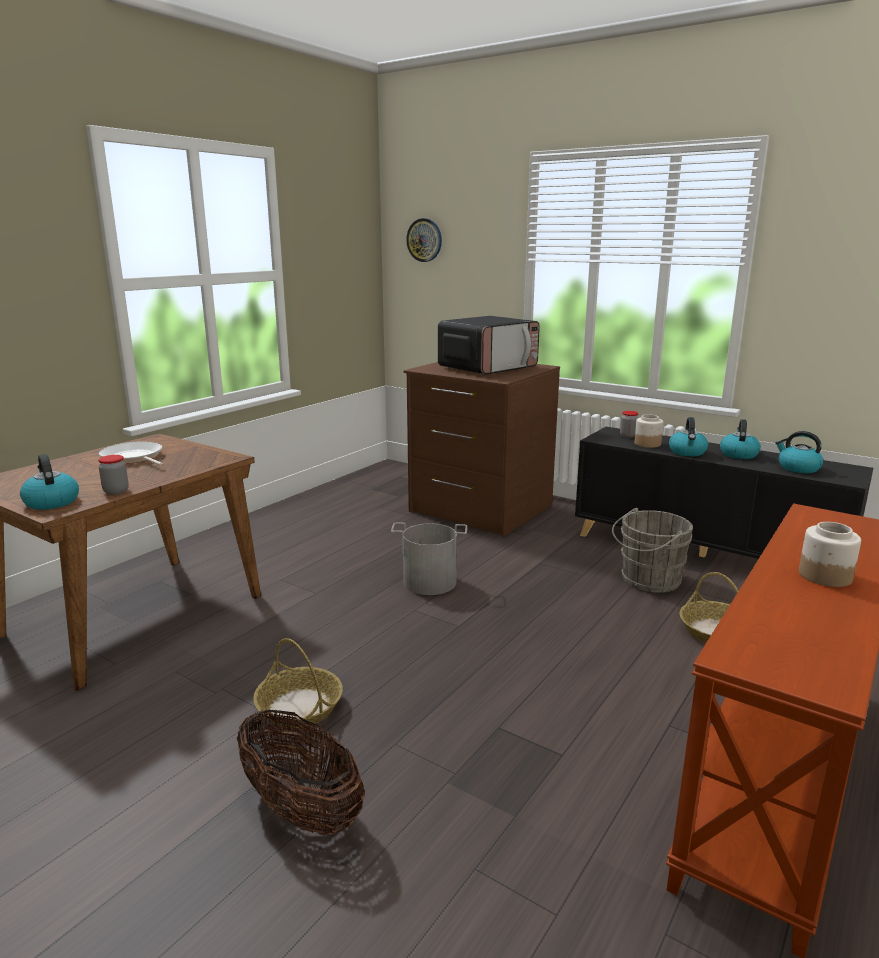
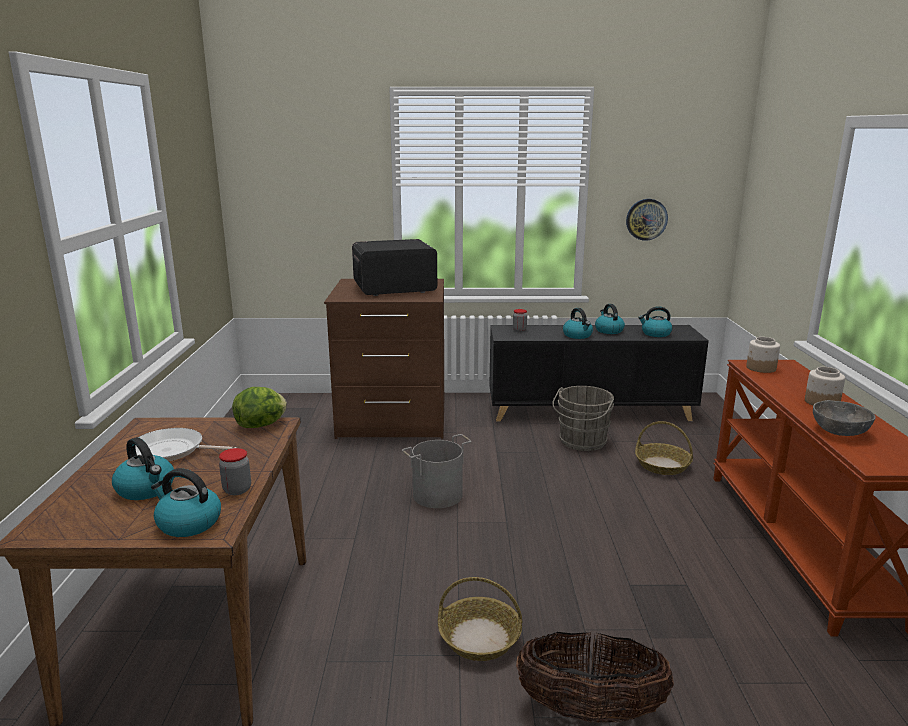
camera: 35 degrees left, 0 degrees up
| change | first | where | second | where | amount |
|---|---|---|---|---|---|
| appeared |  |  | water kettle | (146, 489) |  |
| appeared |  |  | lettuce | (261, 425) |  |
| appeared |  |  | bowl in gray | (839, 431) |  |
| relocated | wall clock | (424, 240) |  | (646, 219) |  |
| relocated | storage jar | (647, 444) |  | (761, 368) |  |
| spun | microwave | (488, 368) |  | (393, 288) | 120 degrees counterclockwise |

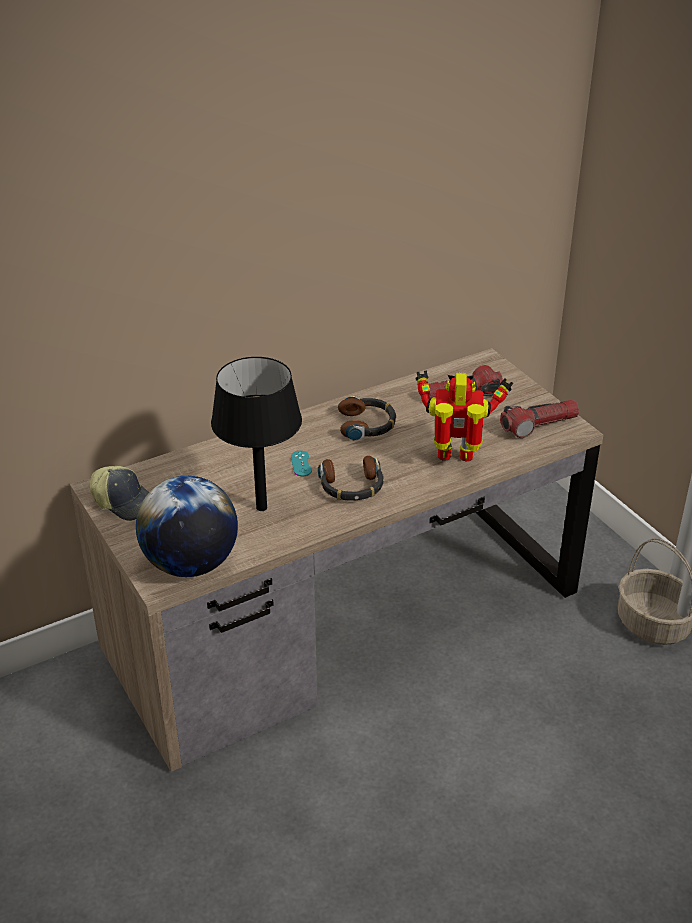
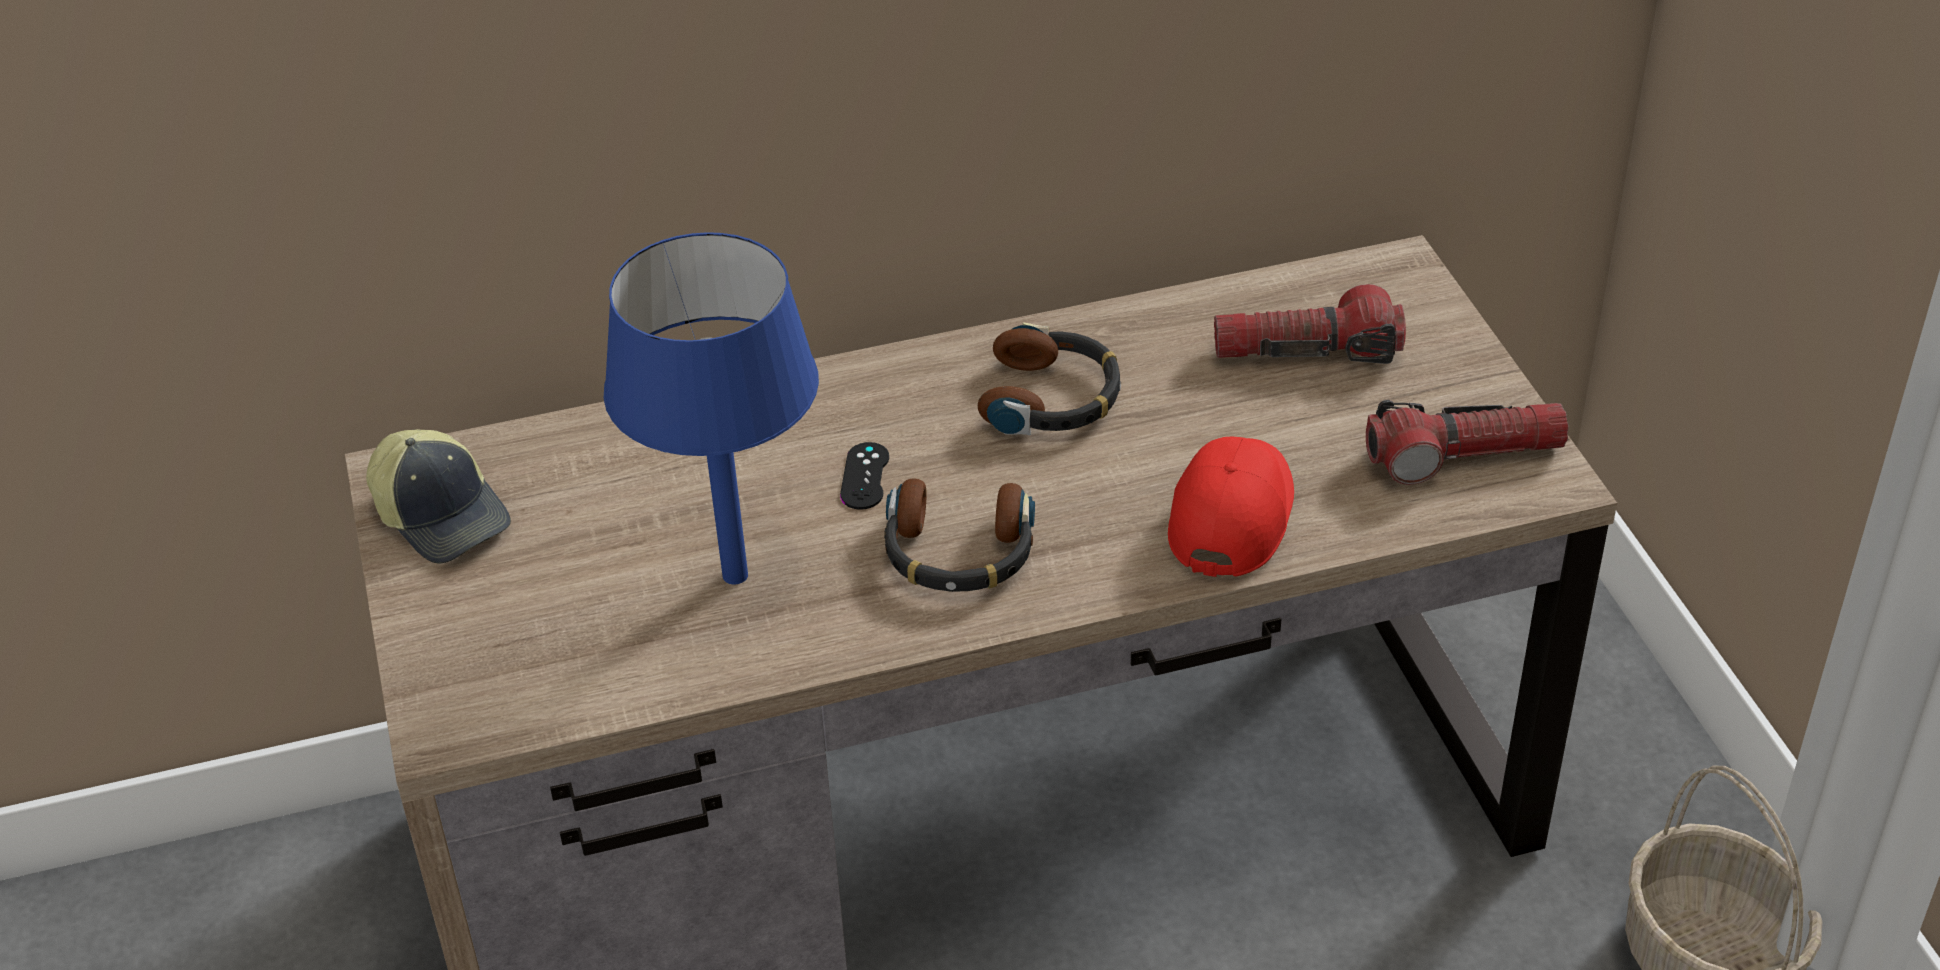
camera: 15 degrees right, 5 degrees up
| change | first | where | second | where | amount |
|---|---|---|---|---|---|
| missing | desk globe | (191, 564) |  |  |  |
| exchanged | model robot | (456, 458) | baseball cap in reddish | (1231, 514) |  |
| colour | tabletop lamp in blackish | (261, 508) | tabletop lamp in blue | (735, 576) |  |
| colour | gamepad in blue-green | (301, 463) | gamepad in blackish | (865, 476) |  |

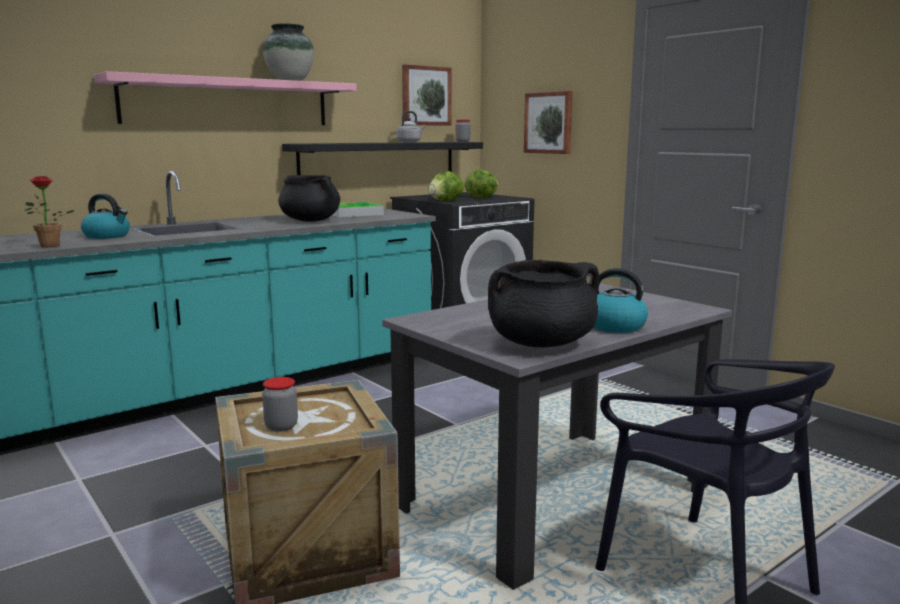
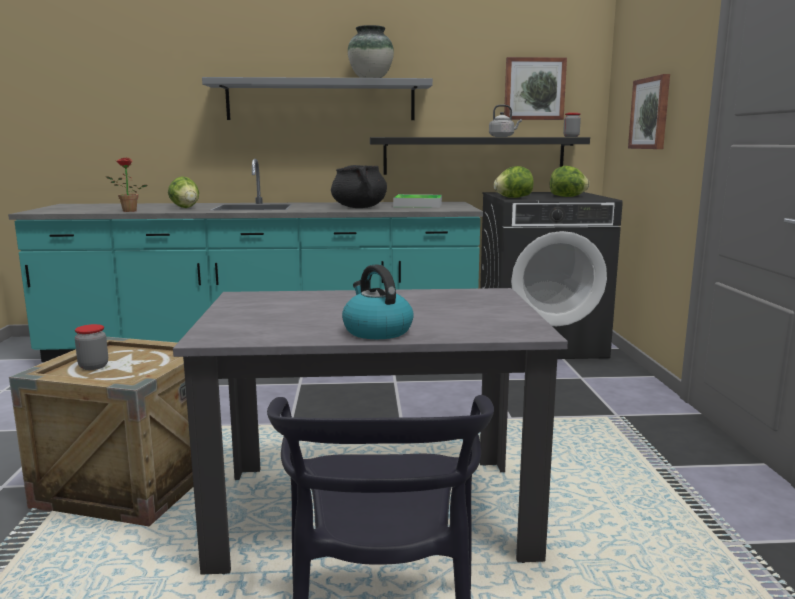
camera: 35 degrees right, 0 degrees up
| change | first | where | second | where | amount |
|---|---|---|---|---|---|
| missing | saucepot in blackish | (541, 343) |  |  |  |
| exchanged | water kettle | (107, 236) | lettuce | (185, 208) |  |
| colour | shelf in pink | (228, 102) | shelf in gray | (321, 100) |  |

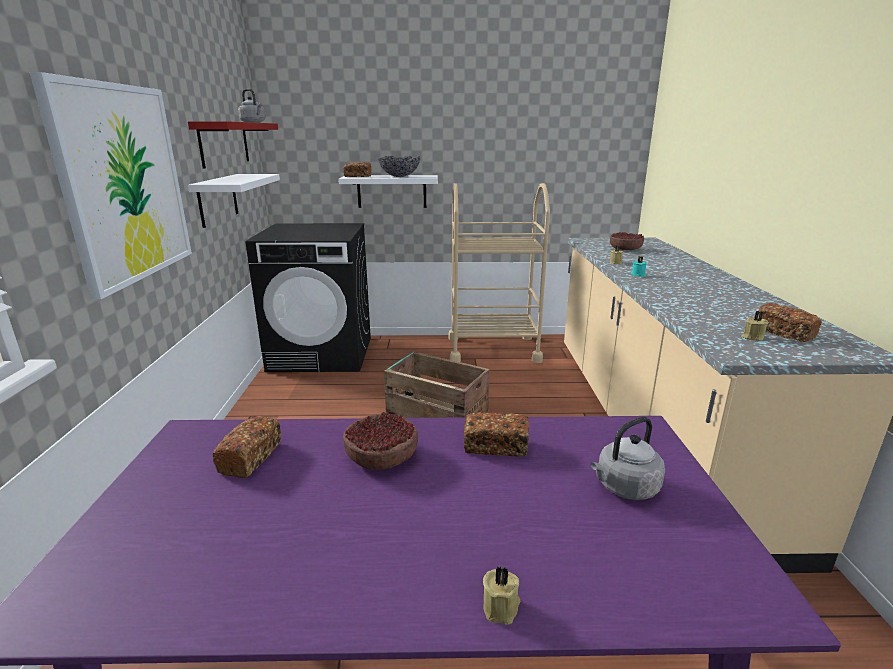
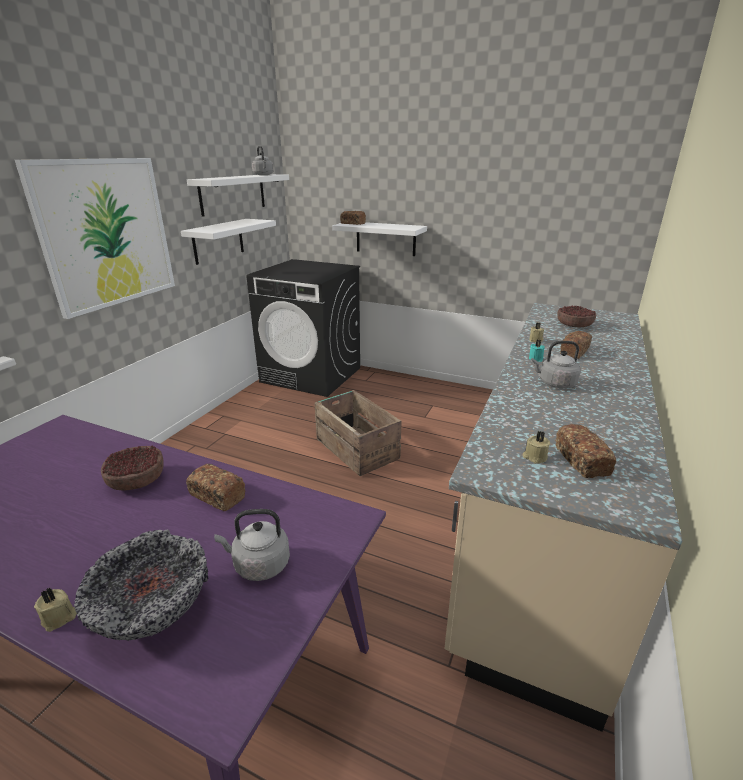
camera: 25 degrees right, 5 degrees up
| change | first | where | second | where | amount |
|---|---|---|---|---|---|
| missing | cart in beige | (493, 349) |  |  |  |
| appeared |  |  | water kettle in gray | (555, 383) |  |
| relocated | baked bread | (250, 457) |  | (574, 352) |  |
| relocated | bowl | (399, 176) |  | (152, 611) |  |
| colour | shelf in reddish | (224, 143) | shelf in white | (233, 194) |  |

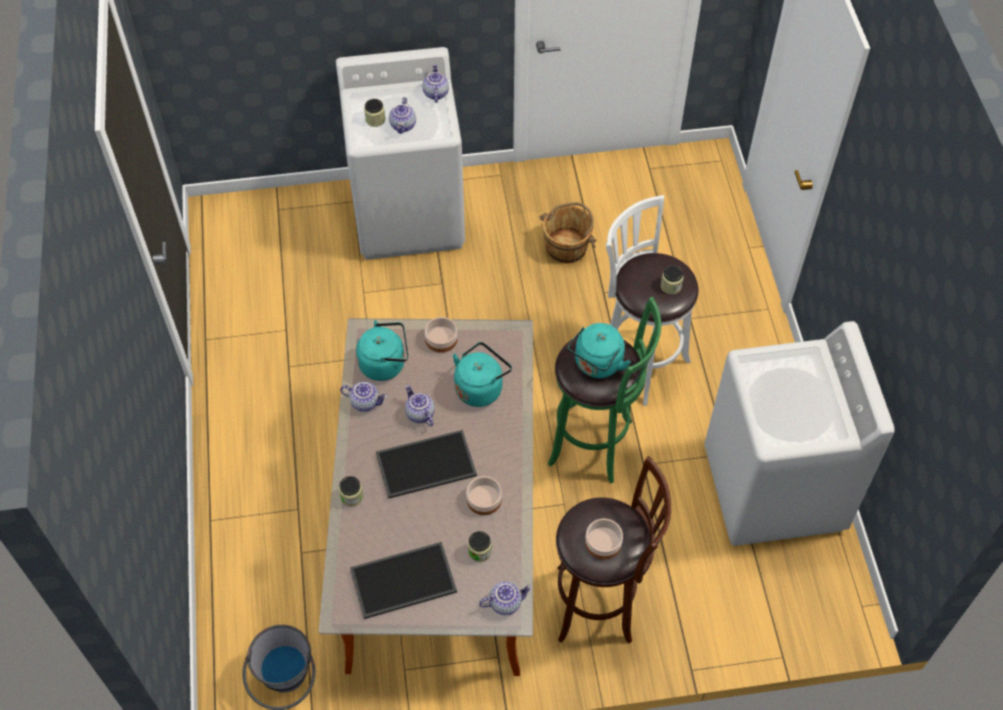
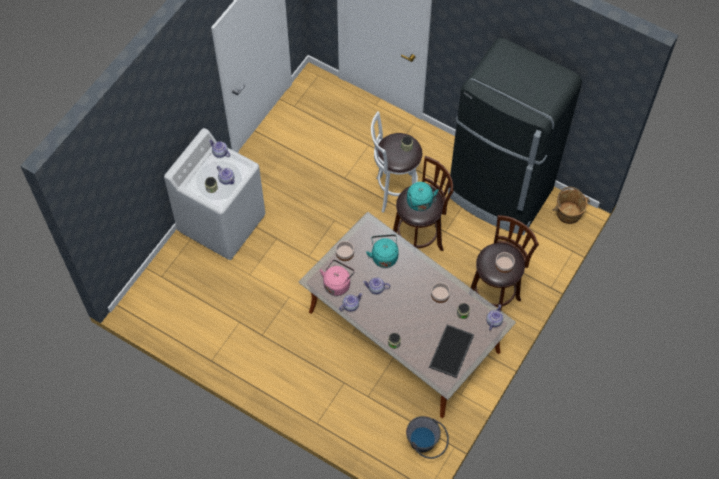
camera: 50 degrees left, 5 degrees up
| change | first | where | second | where | amount |
|---|---|---|---|---|---|
| missing | serving tray | (425, 466) |  |  |  |
| relocated | pail in brown-coloured | (567, 247) |  | (568, 212) |  |
| exchanged | laundry machine in white | (773, 489) | kitchen fridge in blackish | (500, 194) |  |
| colour | water kettle in blue-green | (385, 363) | water kettle in pink | (337, 283) |  |
| colour | stool in greenish | (595, 444) | stool in brown-coloured | (419, 241) |  |

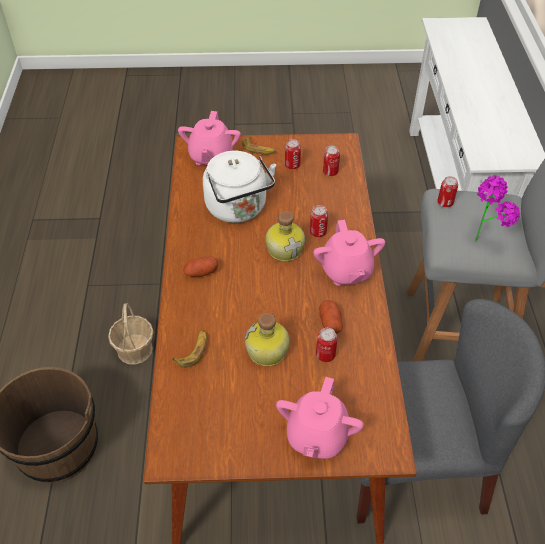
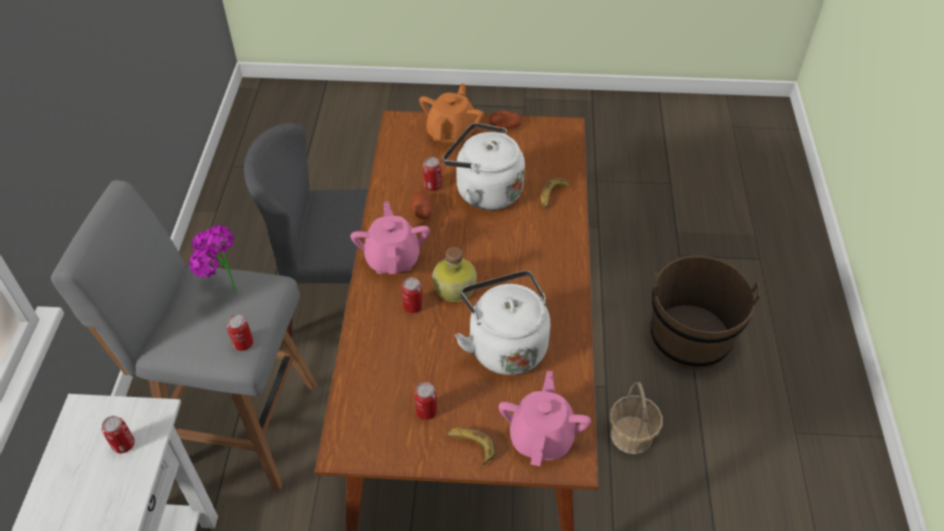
camera: 175 degrees left, 0 degrees up
| change | first | where | second | where | amount |
|---|---|---|---|---|---|
| relocated | whole potato | (201, 272) |  | (505, 126) |  |
| relocated | sealed can | (330, 172) |  | (124, 444) |  |
| exchanged | bottle | (267, 352) | water kettle in white | (484, 191) |  |
| colour | tea pot in pink | (317, 436) | tea pot in orange | (452, 133) |  |

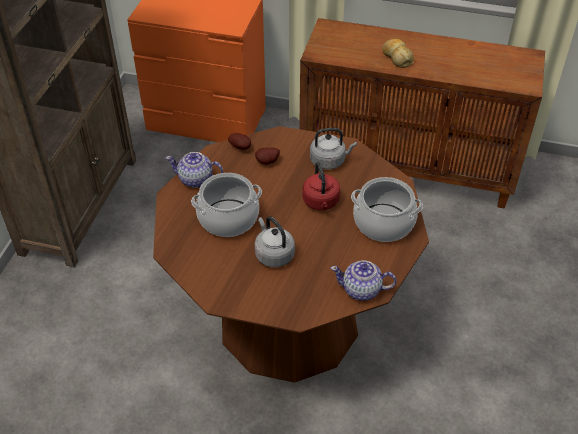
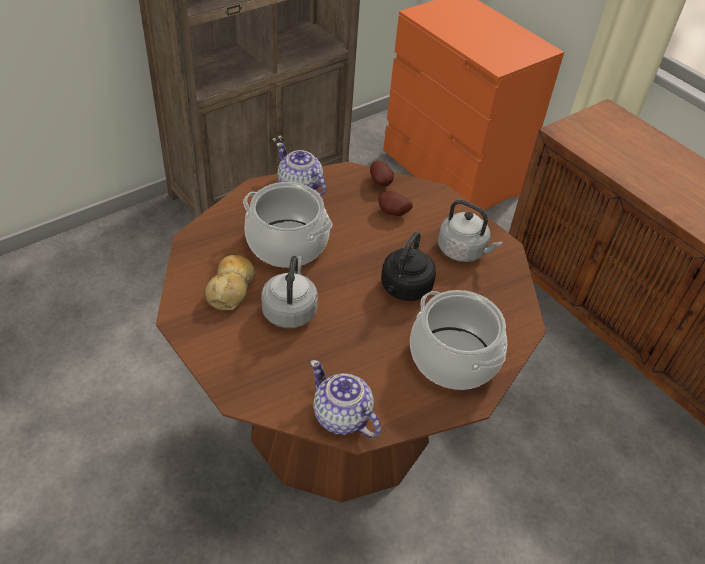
camera: 35 degrees right, 0 degrees up
| change | first | where | second | where | amount |
|---|---|---|---|---|---|
| relocated | baked bread | (397, 57) |  | (231, 288) |  |
| colour | water kettle in reddish | (321, 202) | water kettle in blackish | (404, 289) |  |

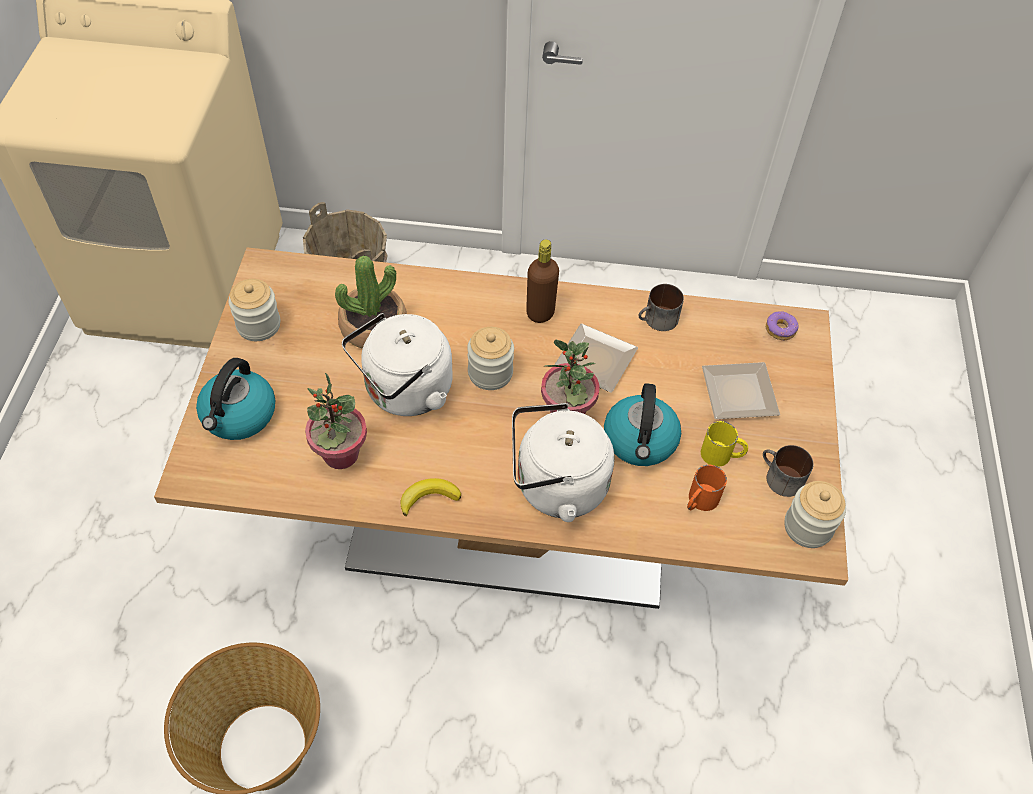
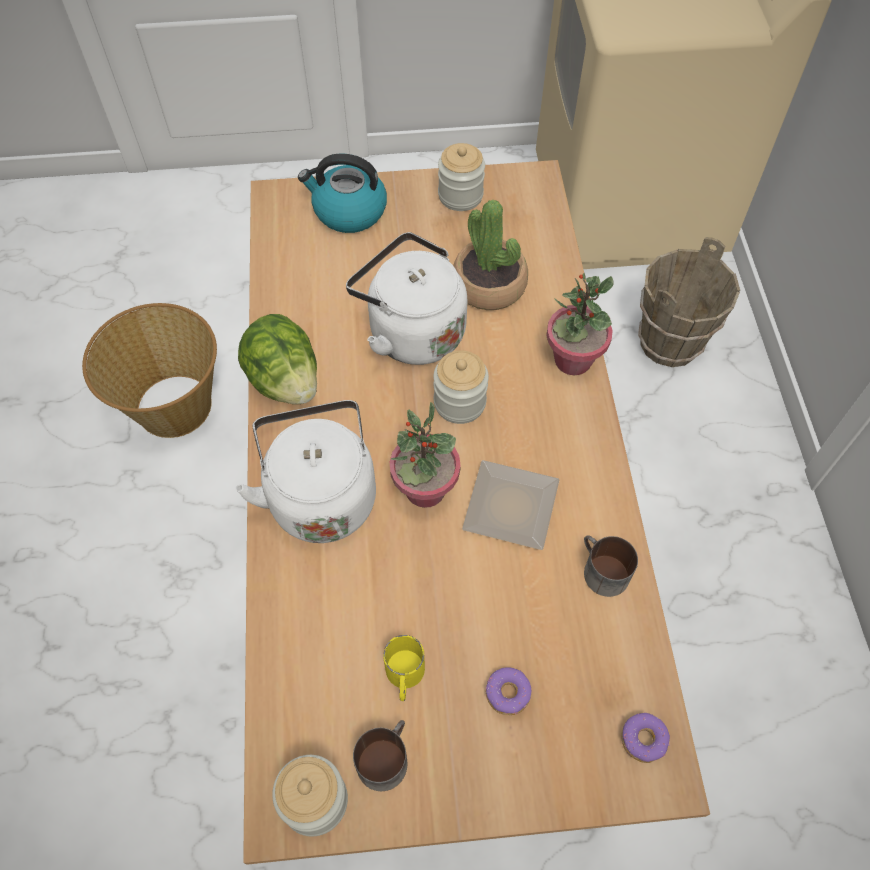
camera: 80 degrees right, 5 degrees up
| change | first | where | second | where | amount |
|---|---|---|---|---|---|
| missing | bottle in brown-coloured | (540, 313) |  |  |  |
| missing | water kettle | (640, 441) |  |  |  |
| missing | mug in orange | (699, 501) |  |  |  |
| relocated | plant in a pot | (340, 454) |  | (572, 360) |  |
| exchanged | whole banana | (428, 497) | lettuce | (285, 381) |  |
| exchanged | dinner plate | (741, 395) | ring doughnut | (507, 694) |  |

